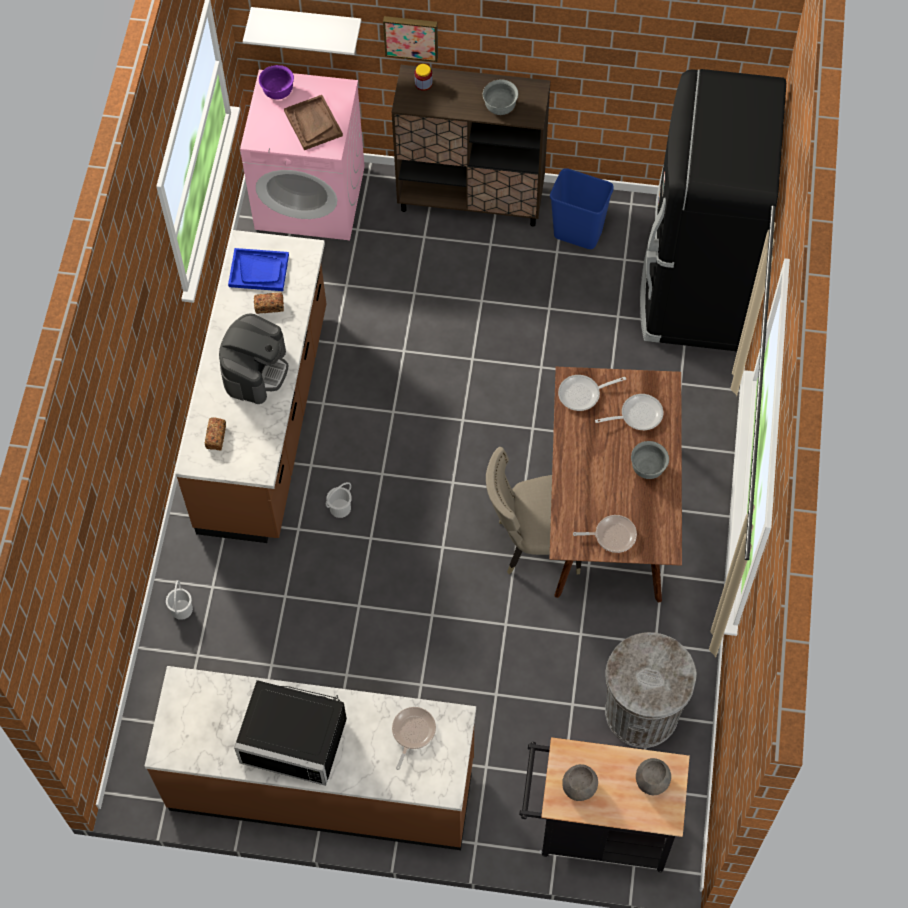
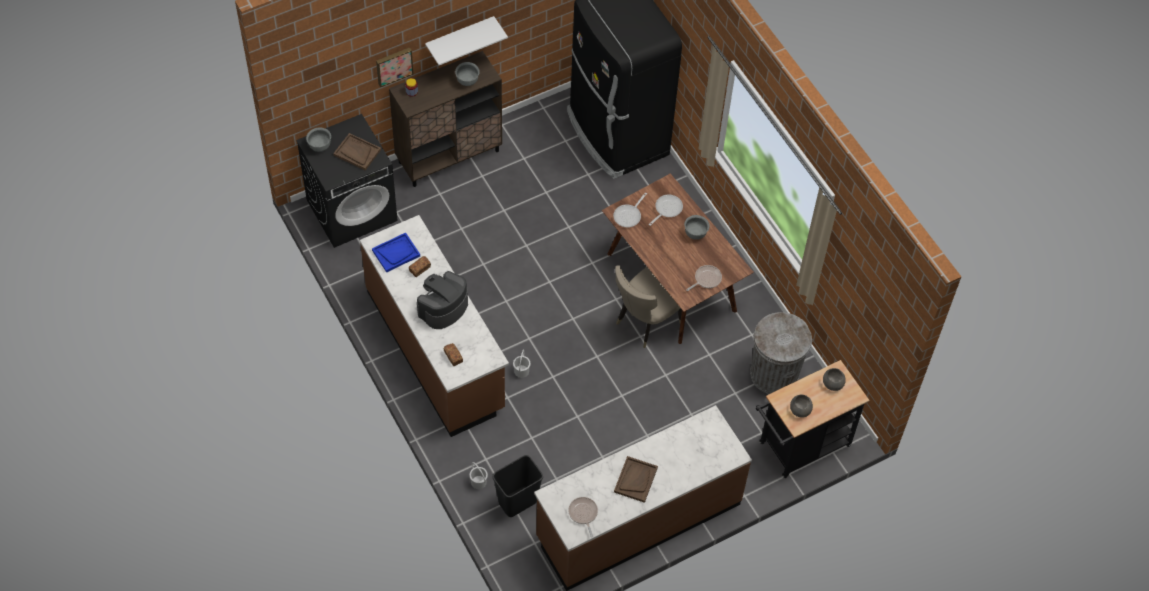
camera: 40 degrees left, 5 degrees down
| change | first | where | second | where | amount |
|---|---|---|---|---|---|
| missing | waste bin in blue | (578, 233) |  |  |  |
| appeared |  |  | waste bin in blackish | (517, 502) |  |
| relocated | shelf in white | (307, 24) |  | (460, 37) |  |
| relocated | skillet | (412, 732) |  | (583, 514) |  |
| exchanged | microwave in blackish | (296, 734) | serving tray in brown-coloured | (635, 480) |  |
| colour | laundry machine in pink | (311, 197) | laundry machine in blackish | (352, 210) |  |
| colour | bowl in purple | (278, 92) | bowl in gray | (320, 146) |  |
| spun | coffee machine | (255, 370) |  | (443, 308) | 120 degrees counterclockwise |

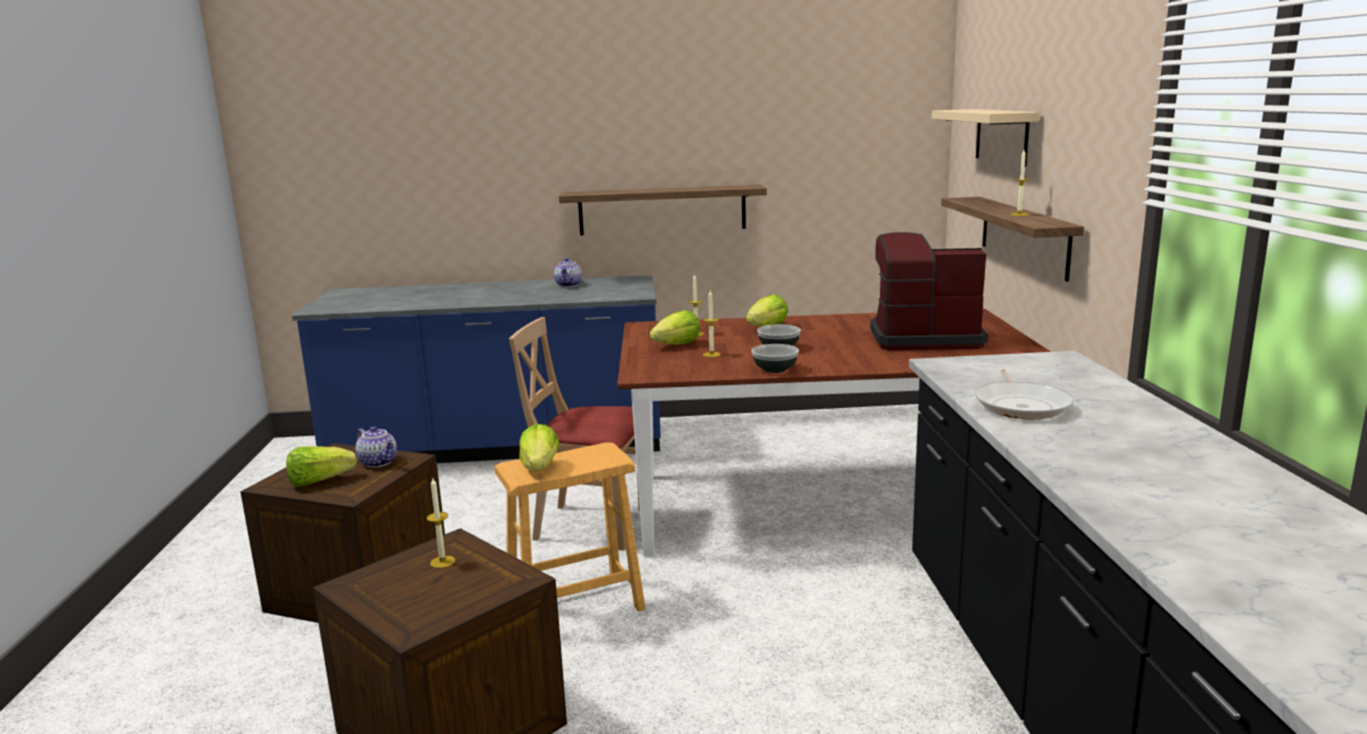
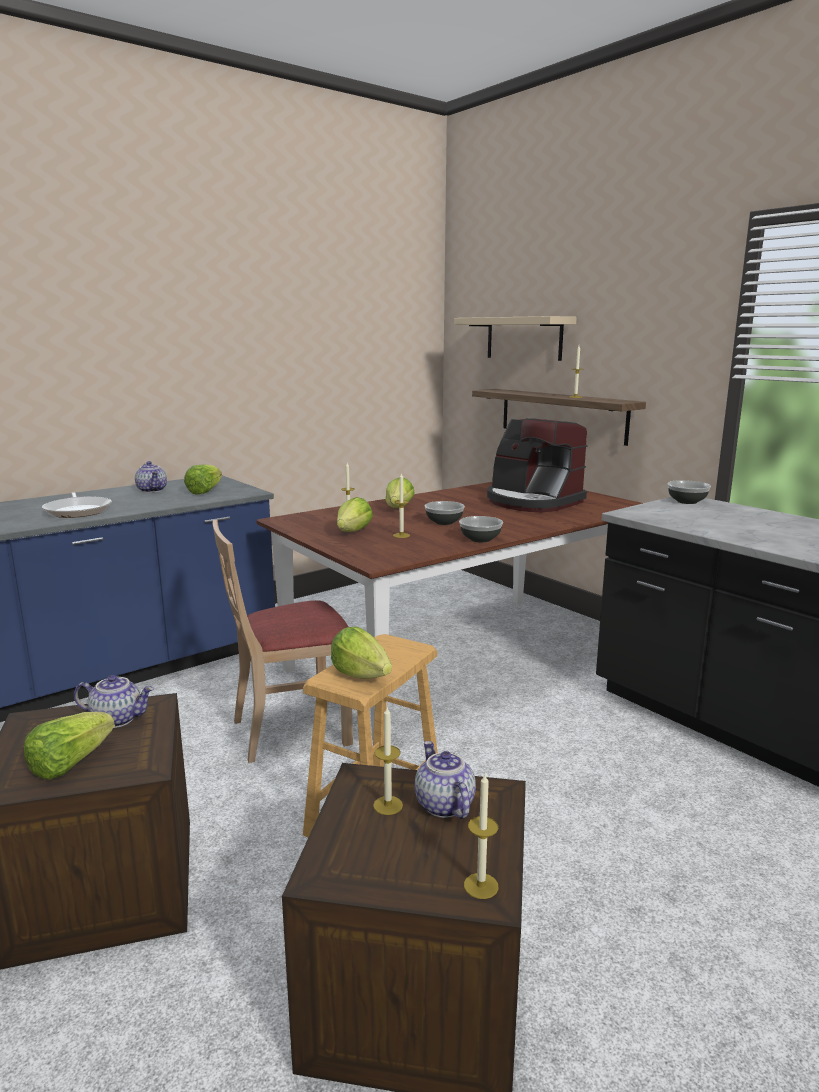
camera: 35 degrees left, 0 degrees up
| change | first | where | second | where | amount |
|---|---|---|---|---|---|
| missing | shelf | (662, 210) |  |  |  |
| appeared |  |  | lettuce | (205, 491) |  |
| appeared |  |  | tea pot | (443, 805) |  |
| appeared |  |  | wax light | (481, 886) |  |
| appeared |  |  | bowl | (687, 501) |  |
| relocated | skillet | (1021, 405) |  | (78, 510) |  |
| spun | coffee machine | (923, 339) |  | (532, 502) | 105 degrees counterclockwise |

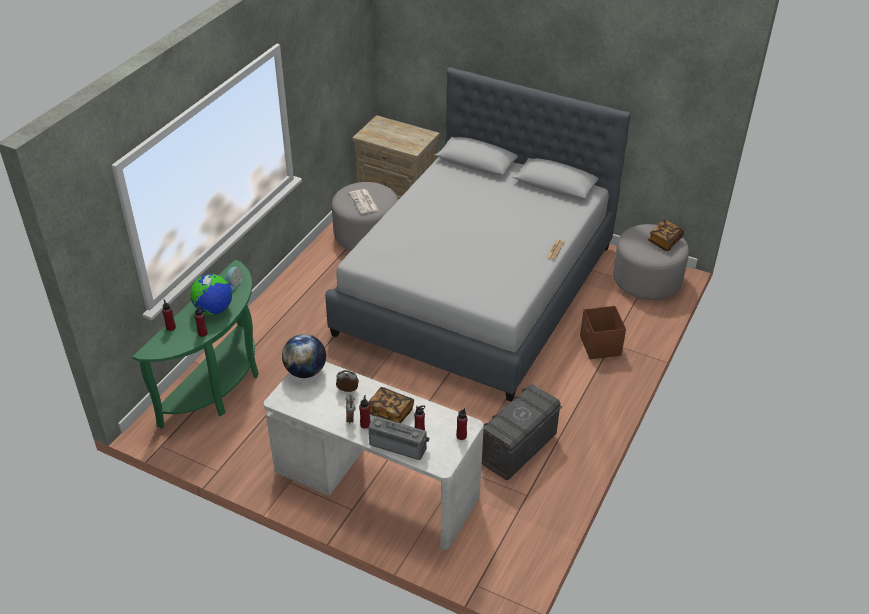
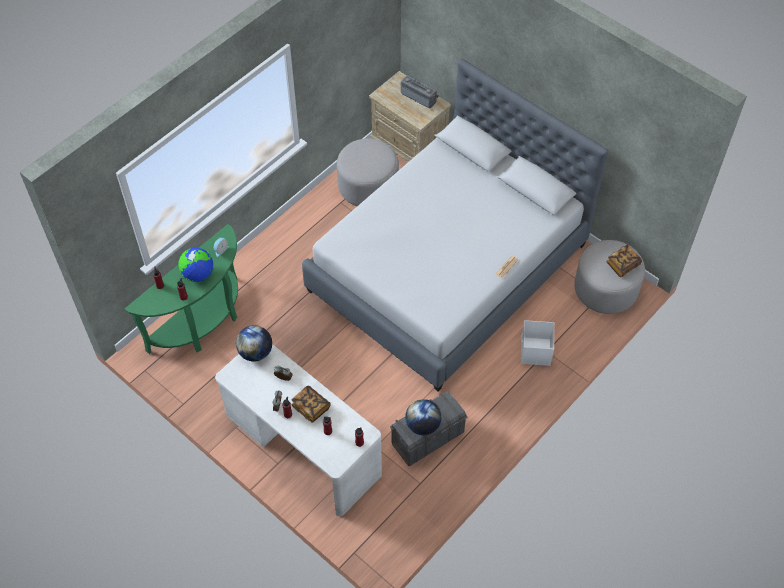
camera: 15 degrees right, 15 degrees up
| change | first | where | second | where | amount |
|---|---|---|---|---|---|
| missing | printed paper | (364, 202) |  |  |  |
| appeared |  |  | desk globe | (422, 425) |  |
| relocated | radio receiver | (399, 444) |  | (419, 96) |  |
| colour | storage box in brown-coloured | (600, 346) | storage box in white | (535, 352) |  |

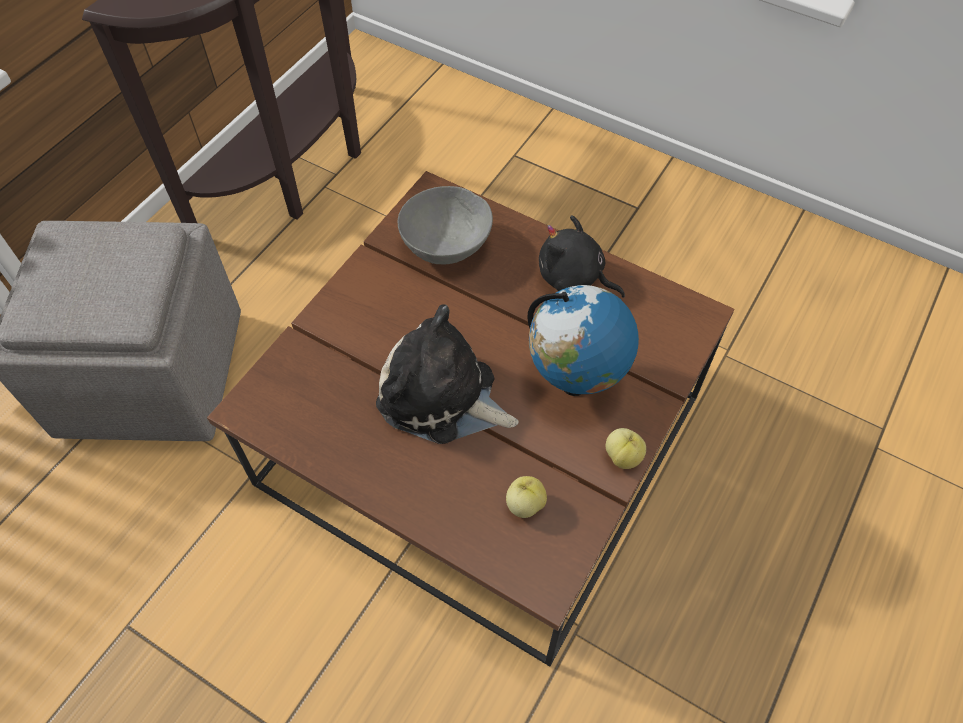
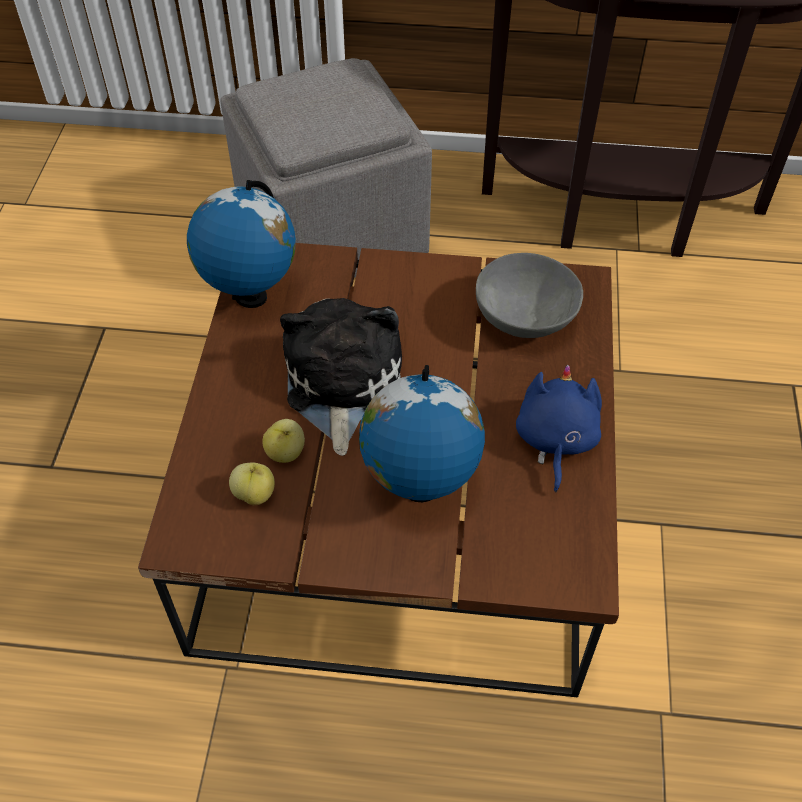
camera: 65 degrees right, 5 degrees down
| change | first | where | second | where | amount |
|---|---|---|---|---|---|
| appeared |  |  | desk globe | (250, 296) |  |
| relocated | apple | (623, 456) |  | (286, 453) |  |
| colour | plush toy in blackish | (574, 278) | plush toy in blue | (555, 440) |  |

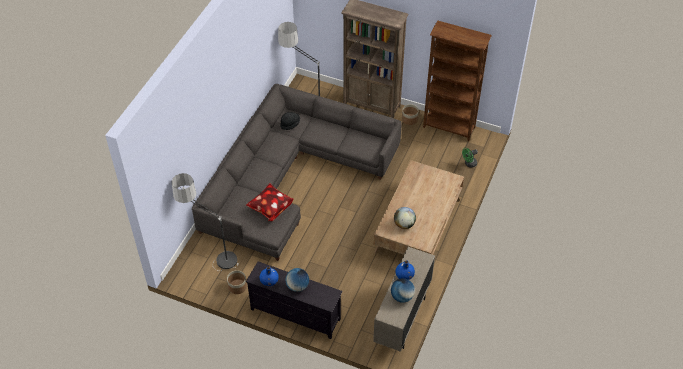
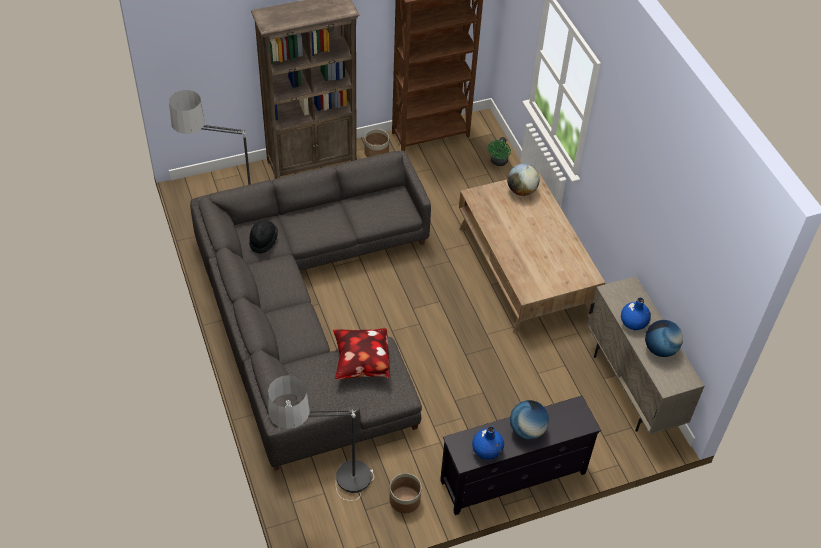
camera: 45 degrees left, 0 degrees up
| change | first | where | second | where | amount |
|---|---|---|---|---|---|
| relocated | desk globe | (404, 224) |  | (521, 190) |  |

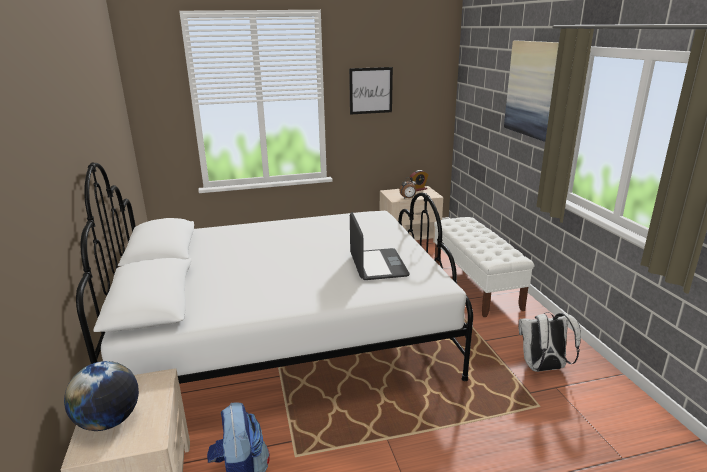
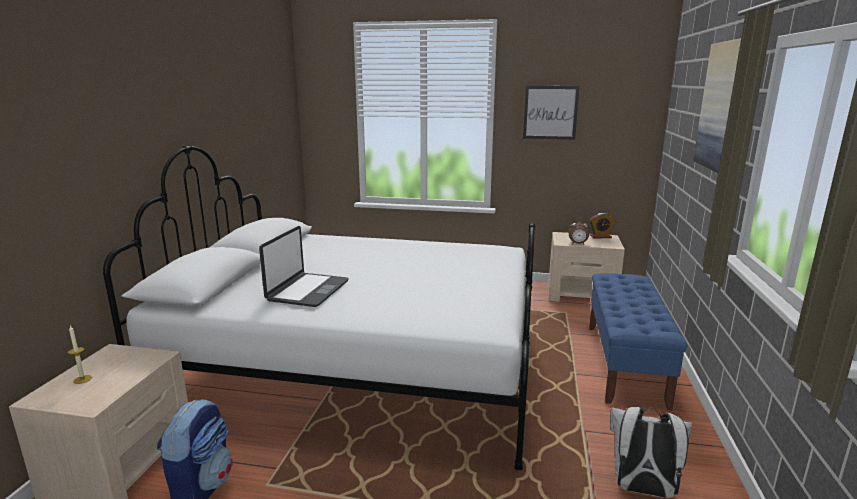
camera: 25 degrees right, 5 degrees down
| change | first | where | second | where | amount |
|---|---|---|---|---|---|
| relocated | laptop | (377, 265) |  | (307, 291) |  |
| exchanged | desk globe | (109, 421) | wax light | (82, 379) |  |
| colour | indoor bench in white | (475, 285) | indoor bench in blue | (625, 363) |  |

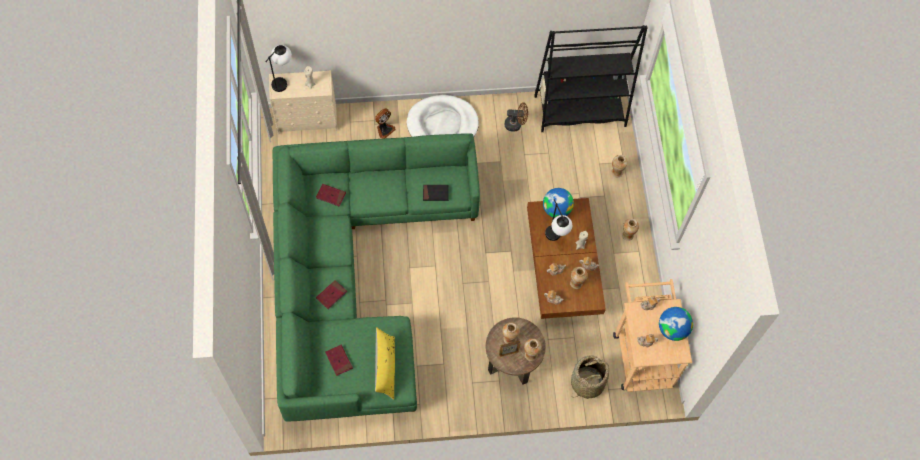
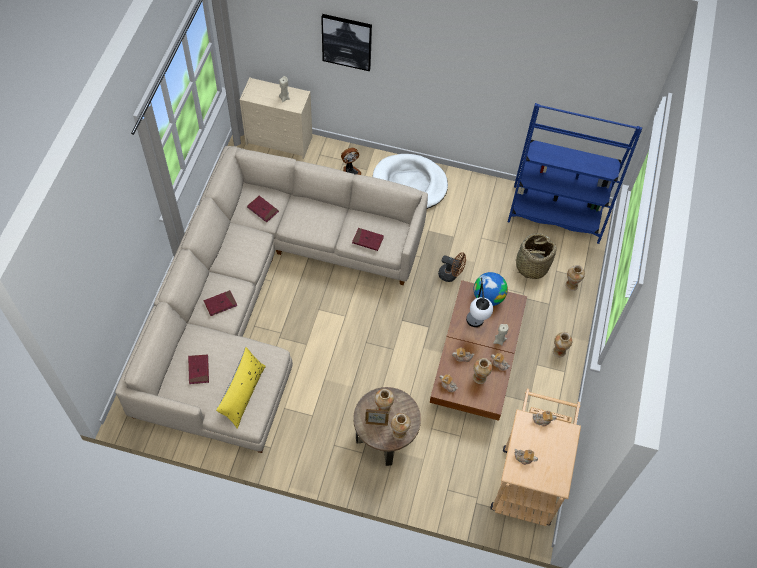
camera: 20 degrees right, 5 degrees down
| change | first | where | second | where | amount |
|---|---|---|---|---|---|
| missing | tabletop lamp | (283, 80) |  |  |  |
| missing | desk globe | (672, 329) |  |  |  |
| appeared |  |  | picture | (347, 41) |  |
| relocated | electric fan in brown-coloured | (516, 124) |  | (451, 275) |  |
| relocated | household basket | (586, 383) |  | (531, 266) |  |
| colour | sofa in greenish | (355, 273) | sofa in beige | (262, 297) |  |
| colour | volume in blackish | (435, 193) | volume in reddish | (368, 240) |  |
| colour | bookcase in blackish | (580, 111) | bookcase in blue | (556, 214) |  |

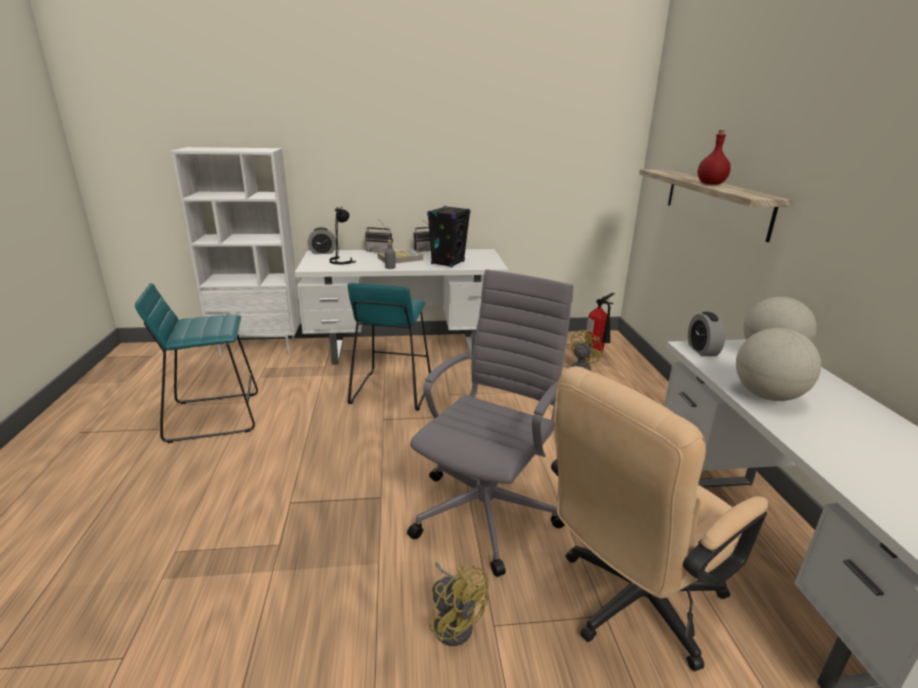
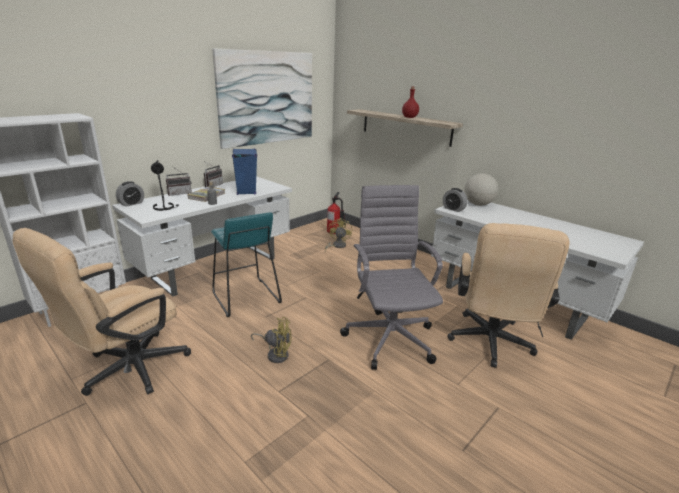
camera: 40 degrees left, 0 degrees up
| change | first | where | second | where | amount |
|---|---|---|---|---|---|
| missing | desk globe | (767, 396) |  |  |  |
| appeared |  |  | picture | (267, 98) |  |
| relocated | electric fan in yellowish | (454, 621) |  | (275, 354) |  |
| exchanged | stool in blue-green | (213, 416) | computer chair in beige | (126, 371) |  |
| colour | loudspeaker in blackish | (448, 263) | loudspeaker in blue | (246, 191) |  |

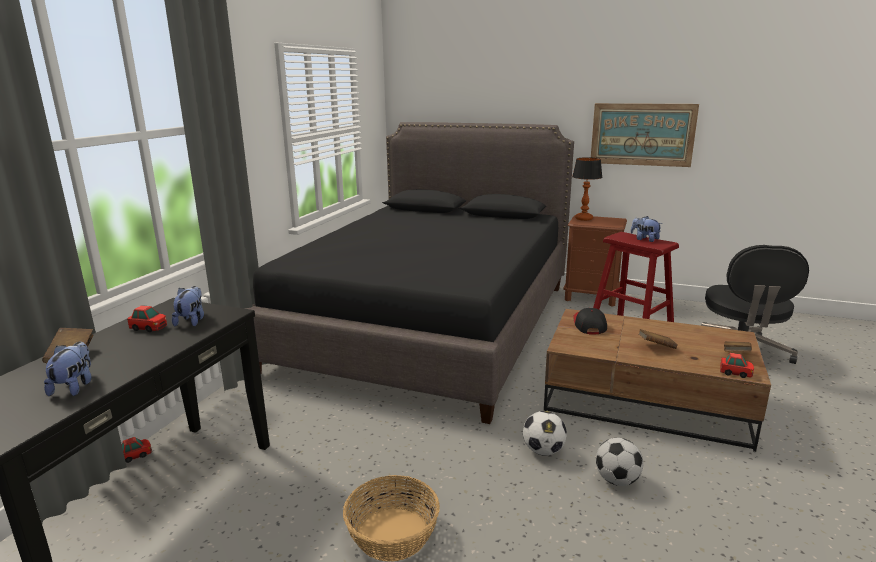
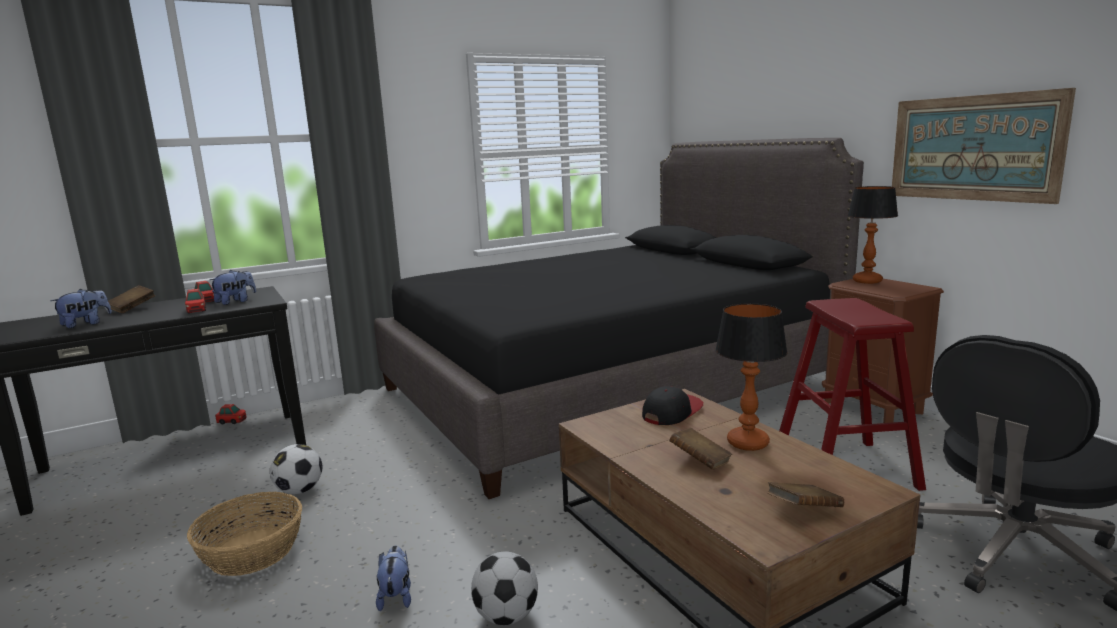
camera: 40 degrees right, 5 degrees down
| change | first | where | second | where | amount |
|---|---|---|---|---|---|
| appeared |  |  | tabletop lamp | (747, 443) |  |
| relocated | football ball | (543, 451) |  | (299, 490) |  |
| relocated | plush toy | (644, 239) |  | (396, 596) |  |
| relocated | model car | (735, 373) |  | (197, 310) |  |

